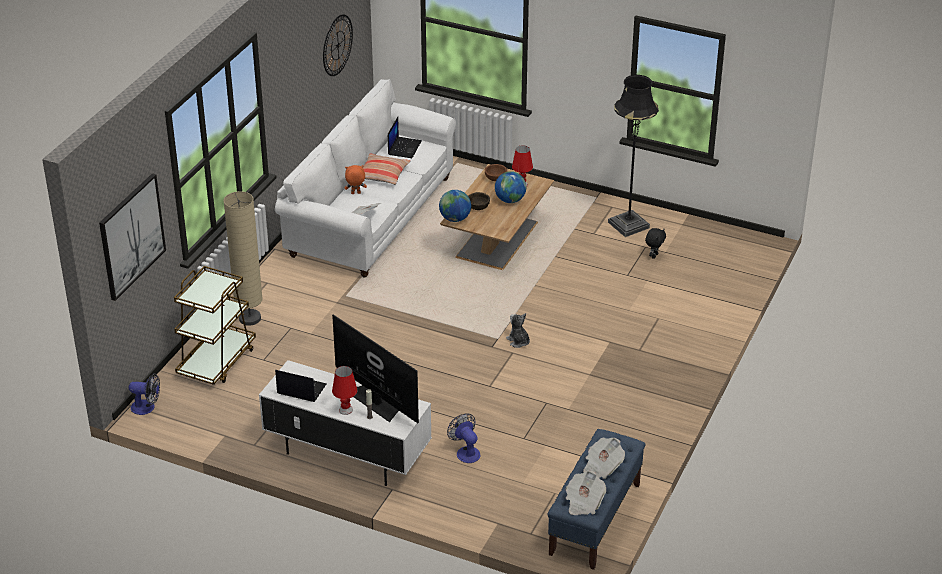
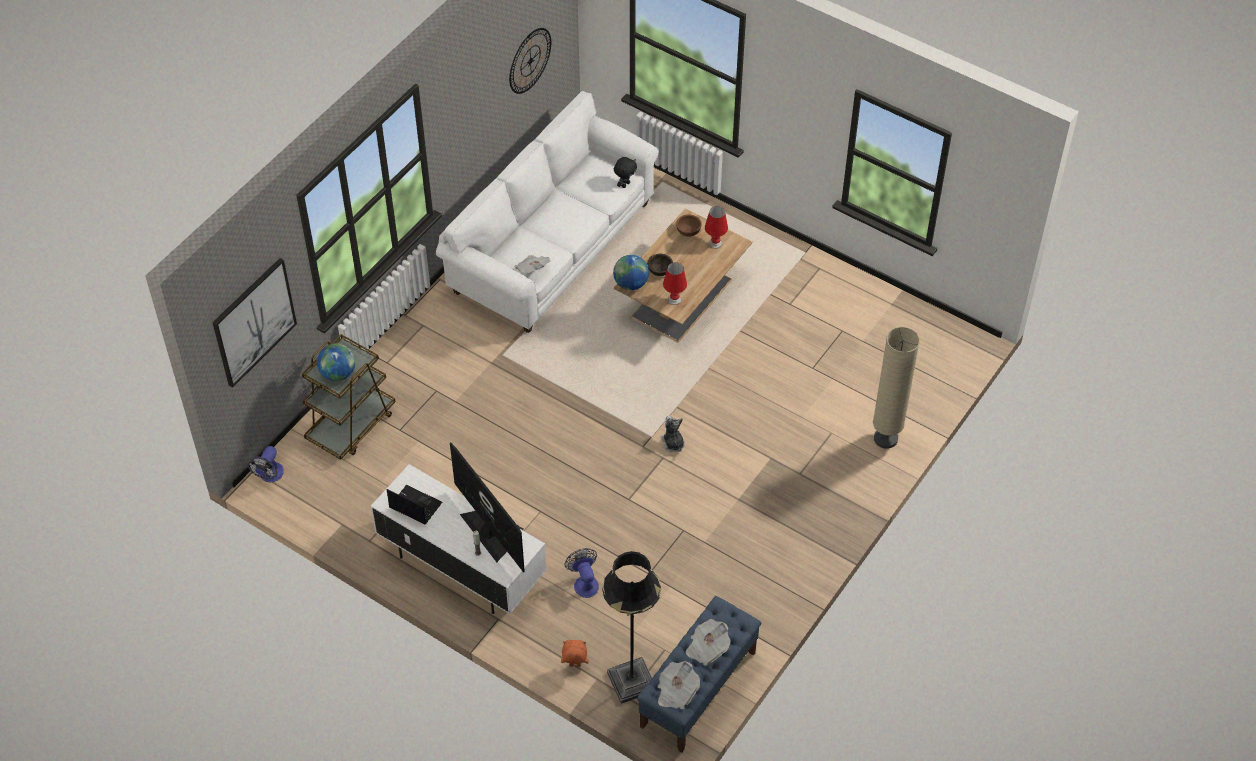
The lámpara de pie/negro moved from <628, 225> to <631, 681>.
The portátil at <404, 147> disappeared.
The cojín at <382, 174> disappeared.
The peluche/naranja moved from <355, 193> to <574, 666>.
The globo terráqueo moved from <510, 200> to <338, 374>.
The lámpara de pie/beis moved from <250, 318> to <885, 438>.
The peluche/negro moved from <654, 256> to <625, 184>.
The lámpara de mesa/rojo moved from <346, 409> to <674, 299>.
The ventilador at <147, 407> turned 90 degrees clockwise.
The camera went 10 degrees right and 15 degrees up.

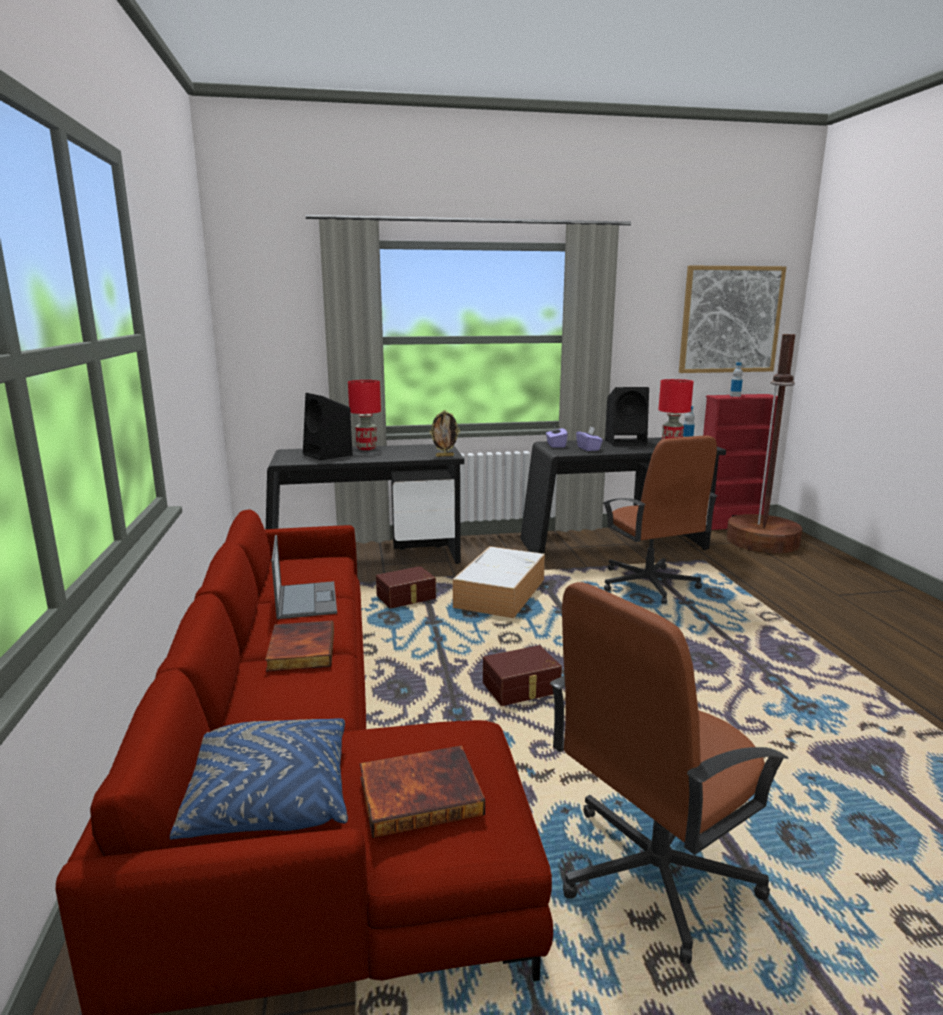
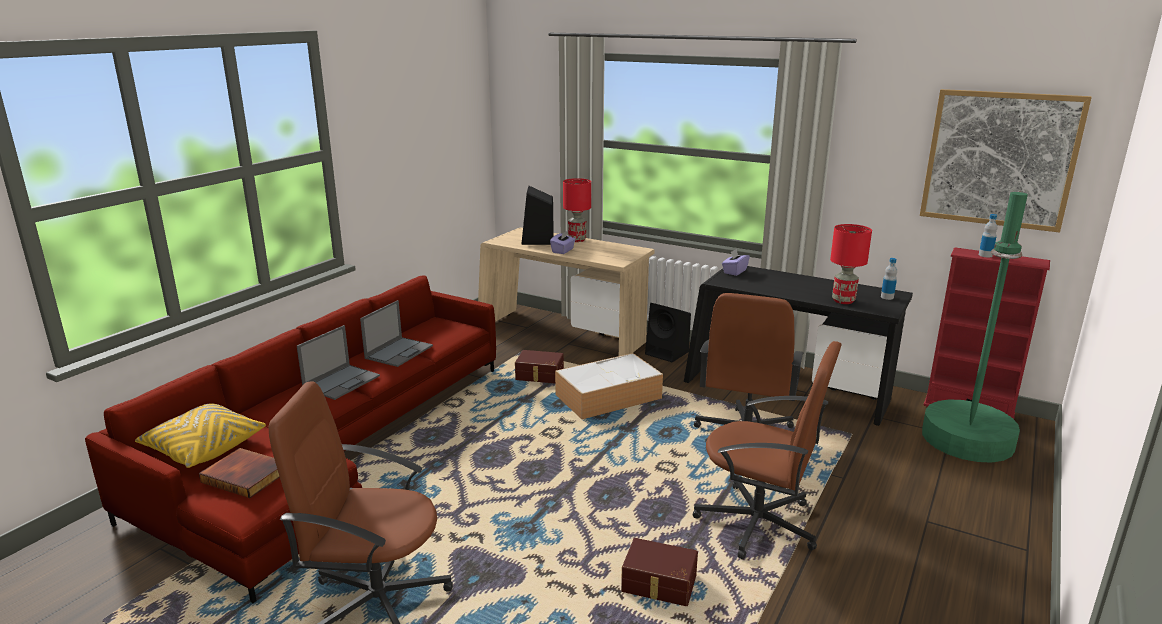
The lámpara de pie/marrón at <762, 542> became the lámpara de pie/verde at <967, 440>.
The altavoz/negro moved from <626, 442> to <668, 353>.
The portarretratos at <444, 456> disappeared.
The caja de pañuelos/morado moved from <588, 448> to <563, 251>.
The escritorio/negro at <365, 560> became the escritorio/beis at <562, 336>.
The libro at <300, 650> was replaced by the portátil at <342, 382>.
The caja de almacenaje/marrón moved from <522, 689> to <659, 585>.
The cojín/azul at <267, 800> became the cojín/amarillo at <202, 448>.
The silla de oficina/marrón at <759, 523> appeared.
The camera went 40 degrees right and 5 degrees up.

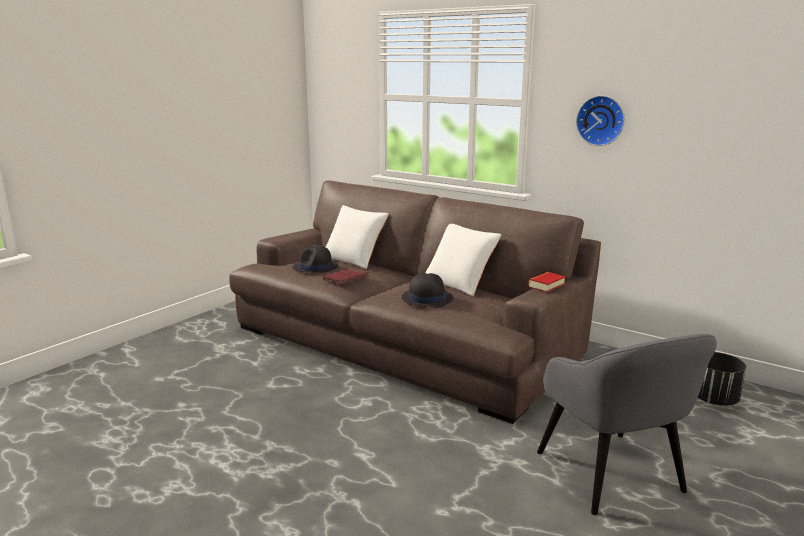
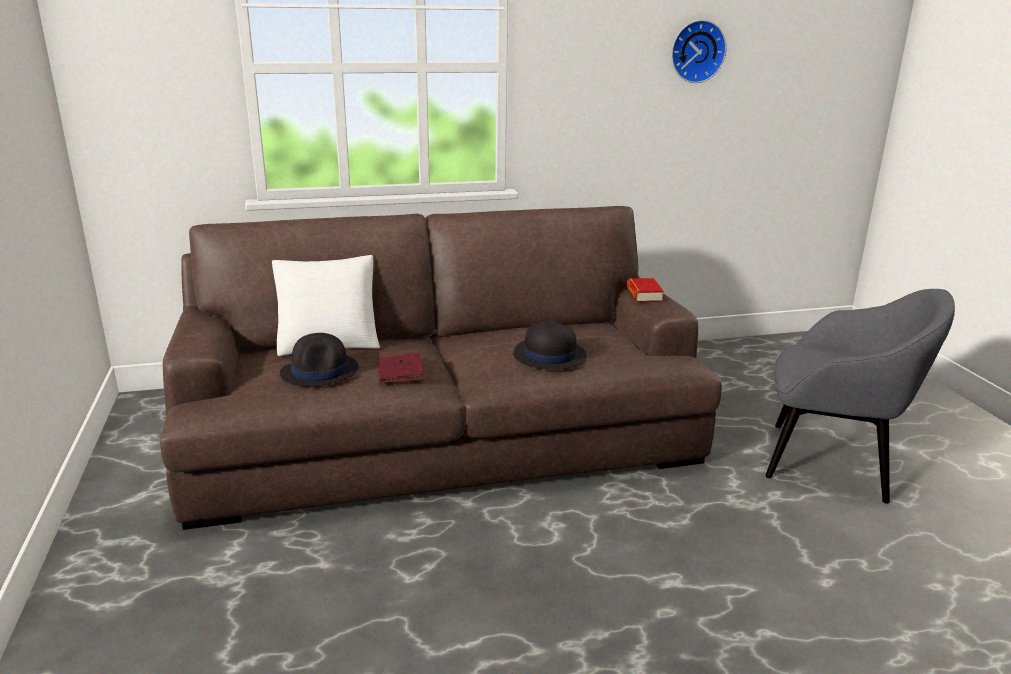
The reloj de pared moved from <601, 120> to <696, 51>.
The cojín/blanco at <460, 283> disappeared.
The maceta/negro at <714, 400> disappeared.
The camera went 50 degrees left and 5 degrees up.

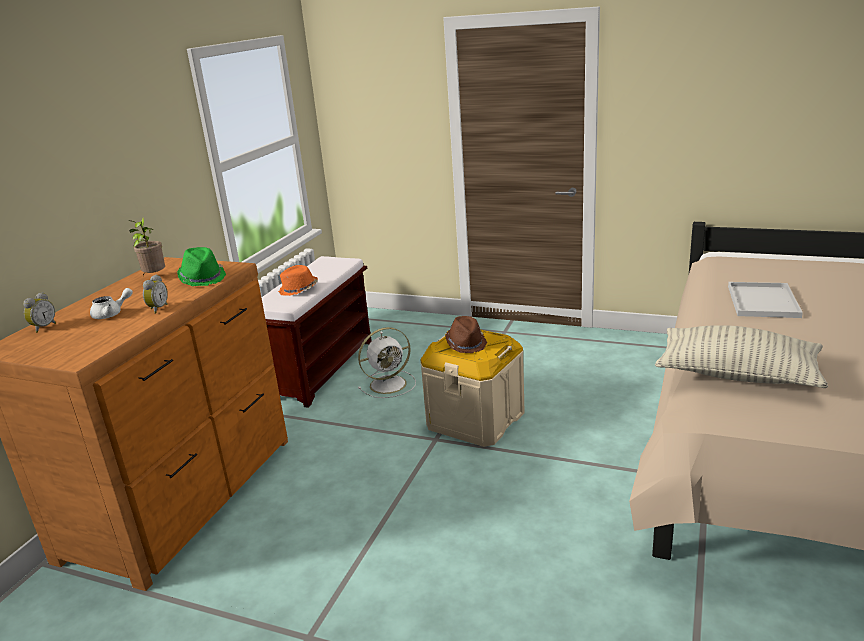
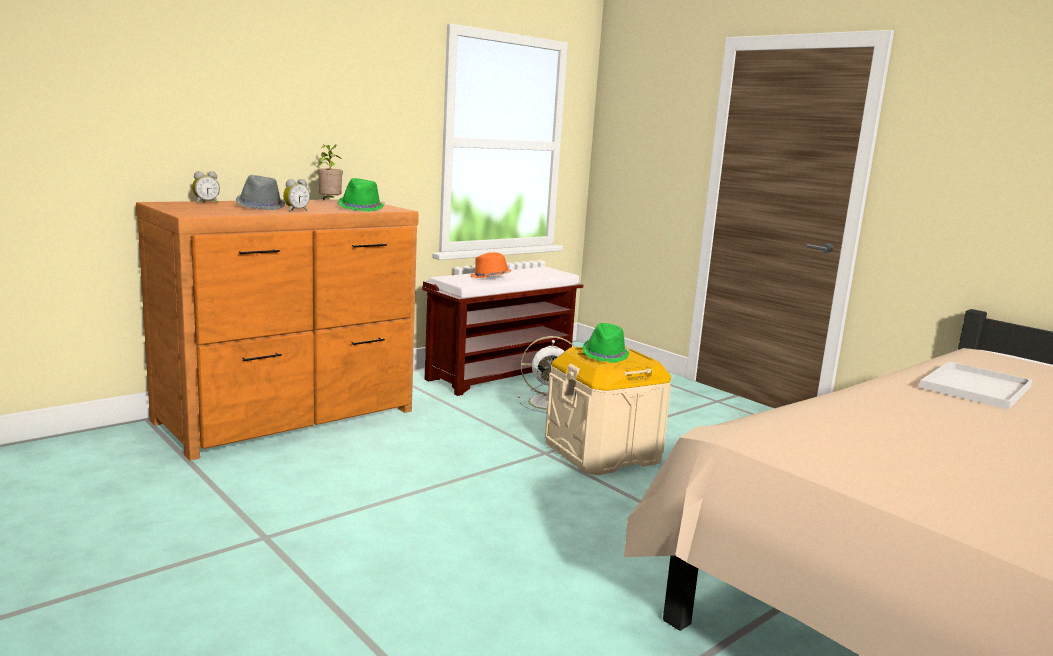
The tetera/blanco at <112, 314> was replaced by the sombrero/gris at <261, 207>.
The sombrero/marrón at <466, 344> became the sombrero/verde at <605, 355>.
The cojín at <737, 375> disappeared.
The camera went 25 degrees right and 10 degrees down.

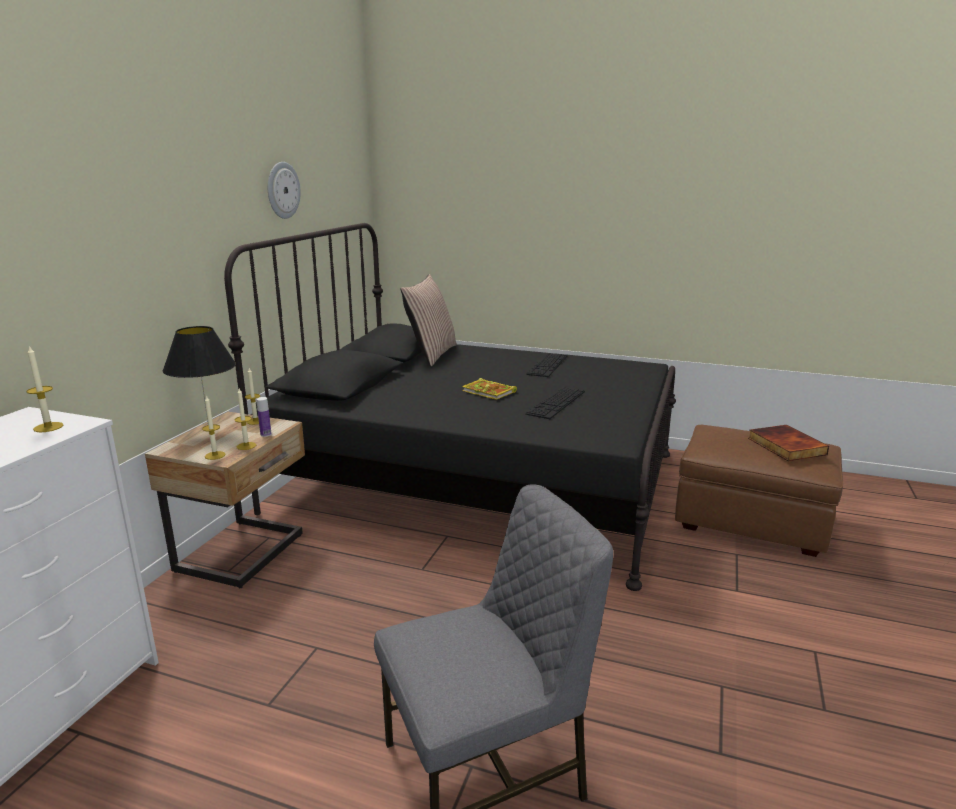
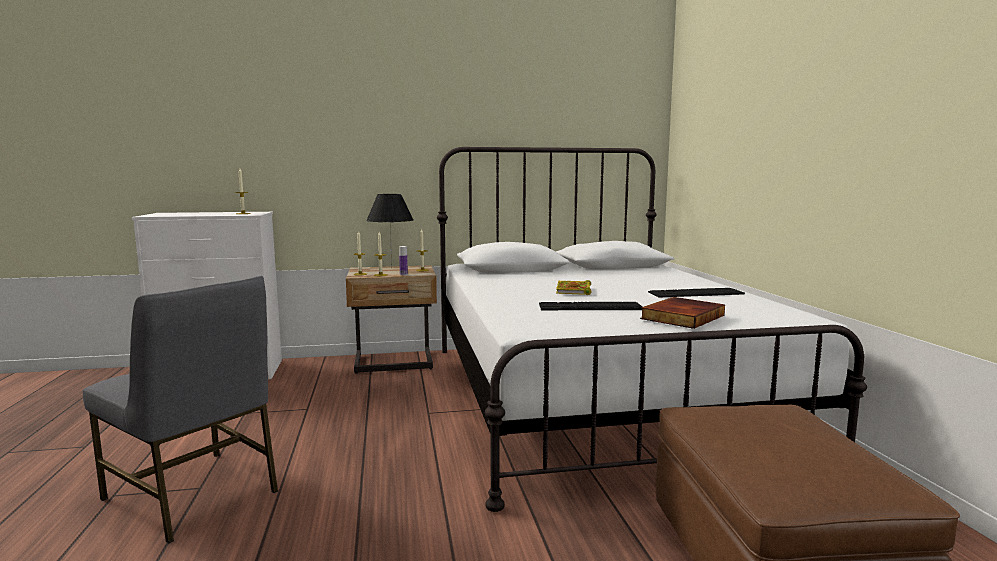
The reloj de pared at <282, 190> disappeared.
The cama/negro at <478, 482> became the cama/blanco at <595, 397>.
The cojín at <431, 354> disappeared.
The libro moved from <785, 446> to <681, 316>.
The camera went 60 degrees right and 10 degrees down.

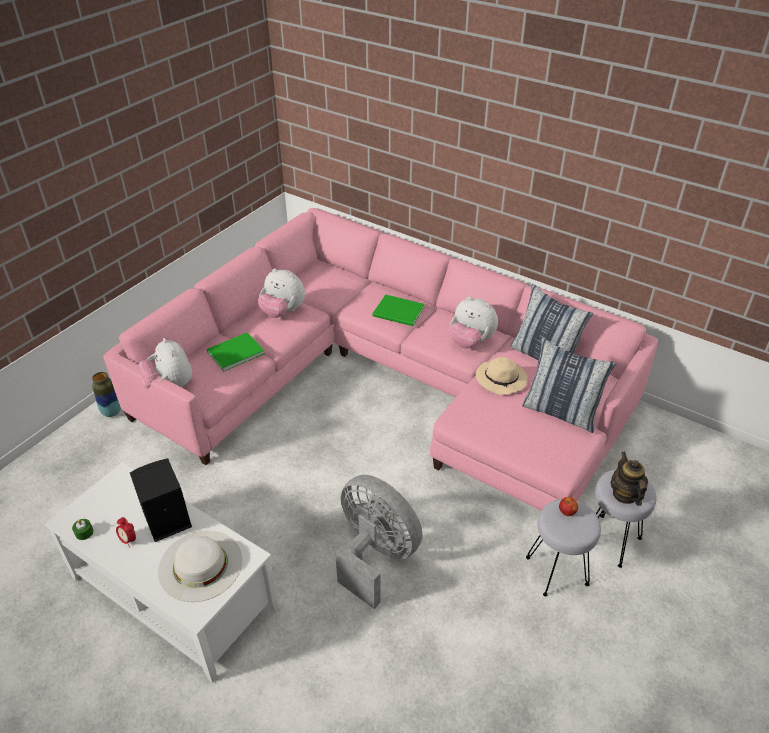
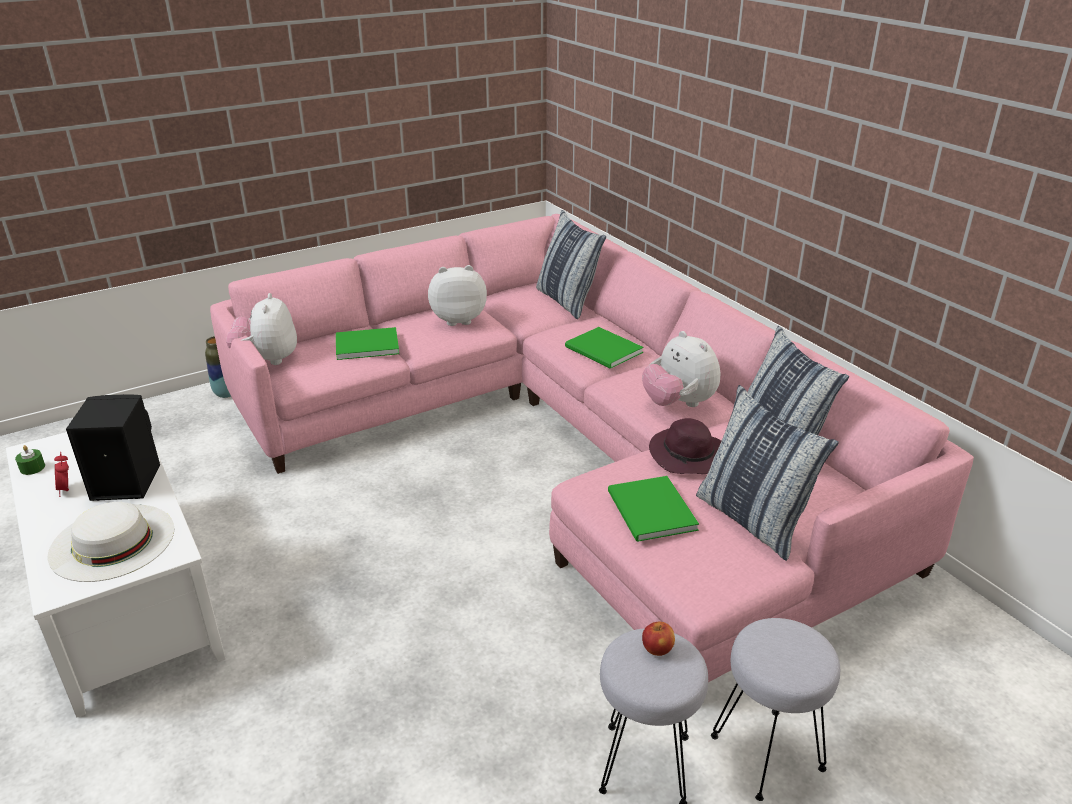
The peluche at <283, 312> turned 120 degrees clockwise.
The sombrero/beis at <502, 379> became the sombrero/morado at <689, 456>.
The tetera at <625, 494> disappeared.
The ventilador/gris at <375, 555> disappeared.
The cojín at <567, 301> appeared.
The libro/verde at <650, 512> appeared.
The camera went 25 degrees right and 10 degrees down.

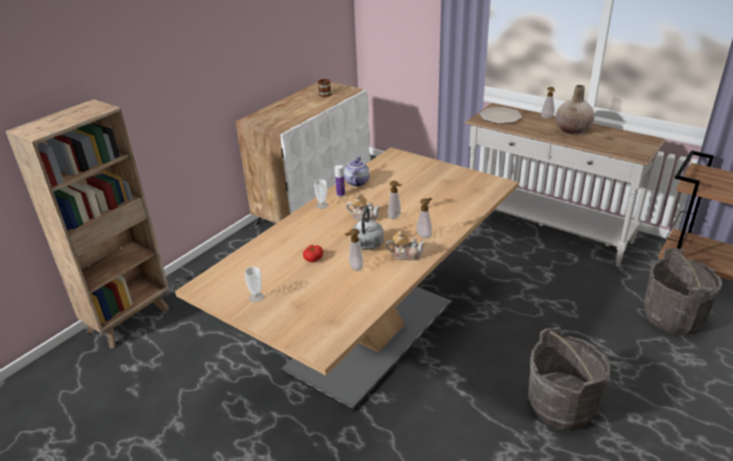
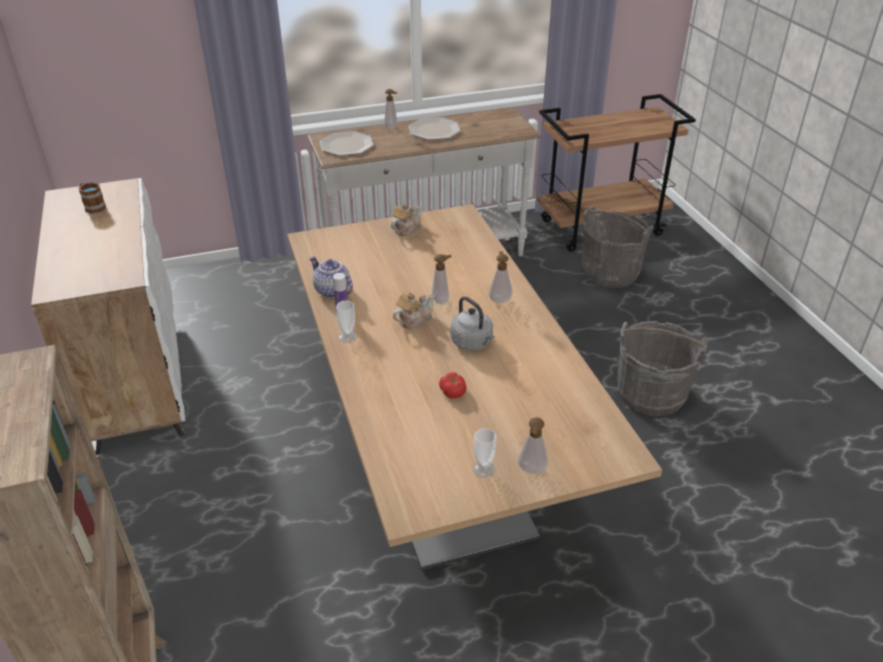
The florero/beis at <573, 130> was replaced by the plato at <434, 130>.
The dispensador de jabón moved from <354, 268> to <531, 471>.
The tetera moved from <405, 255> to <406, 229>.
The camera went 55 degrees left and 5 degrees up.

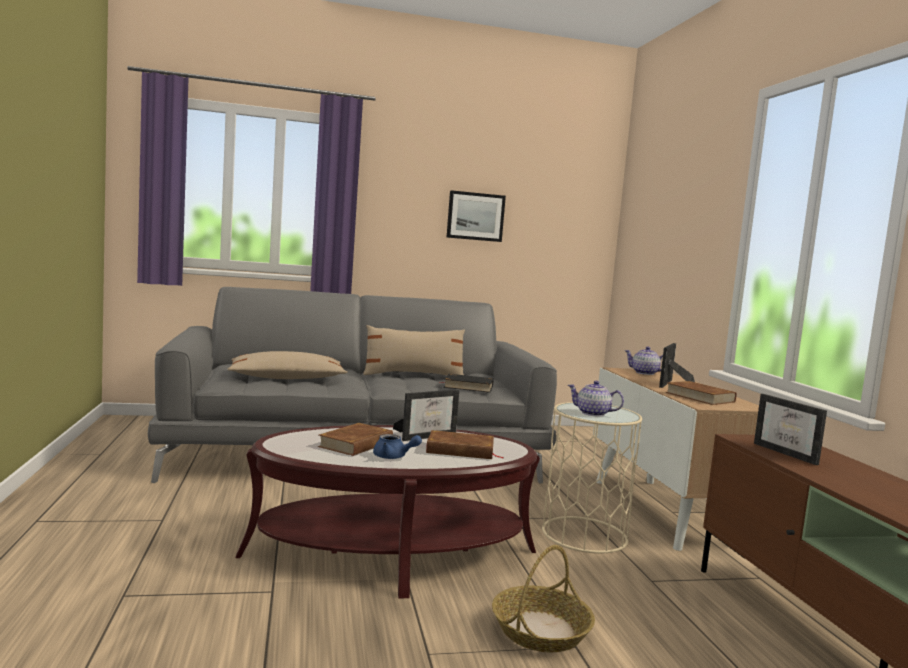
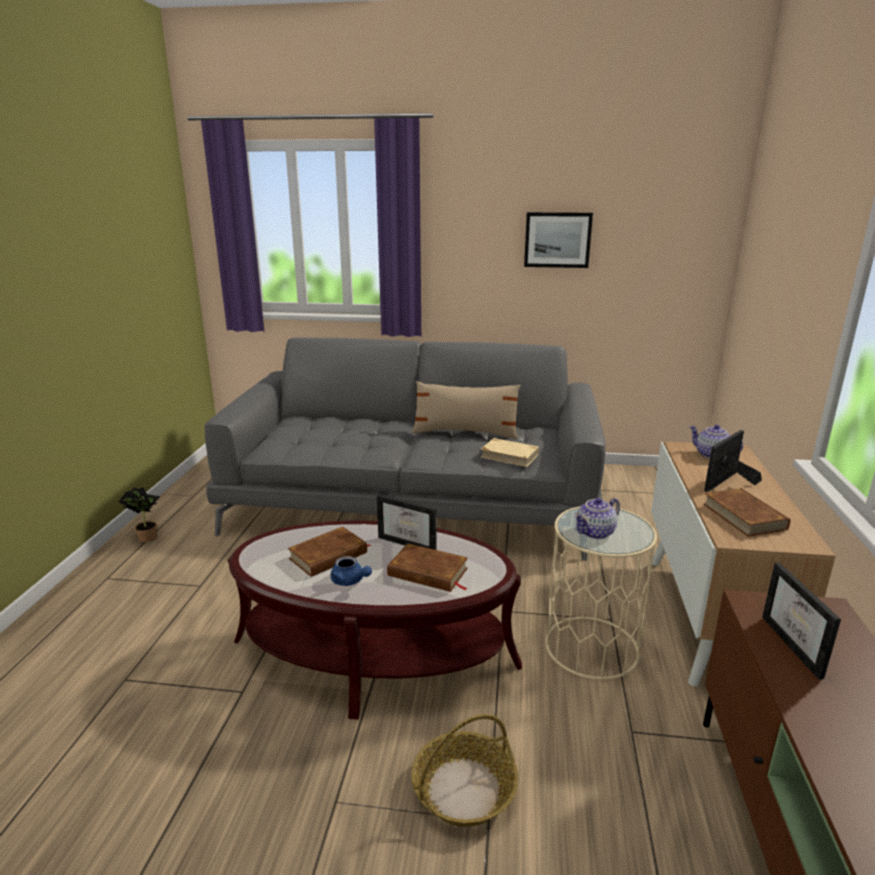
The cojín/beis at <287, 378> disappeared.
The libro/negro at <468, 387> became the libro/beis at <509, 455>.
The tetera at <593, 413> turned 75 degrees counterclockwise.
The portarretratos at <426, 435> turned 45 degrees clockwise.
The planta en maceta at <146, 536> appeared.
The camera went 20 degrees right and 15 degrees up.

